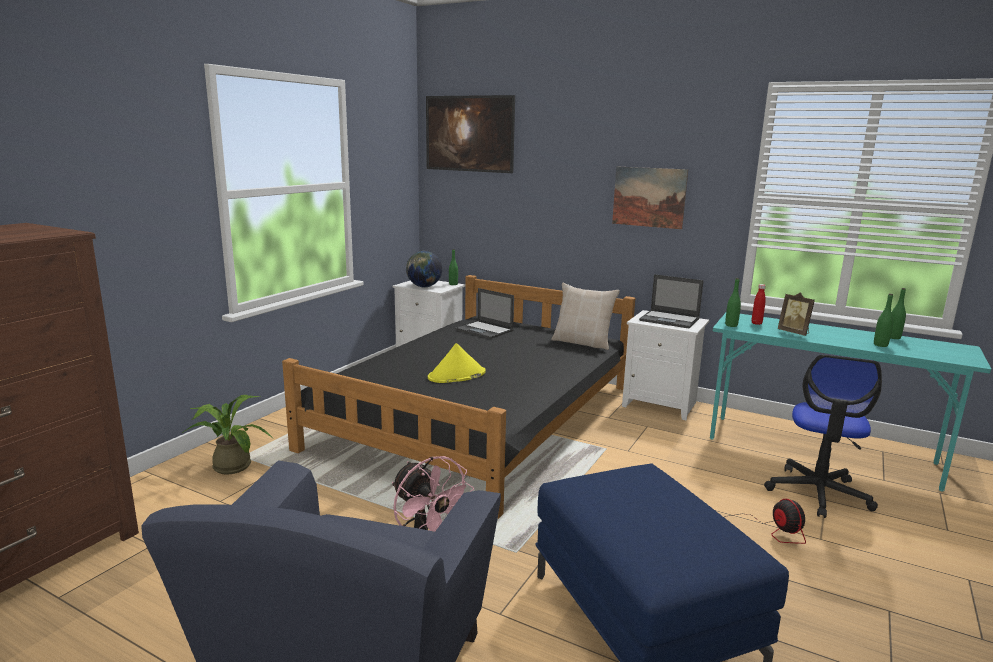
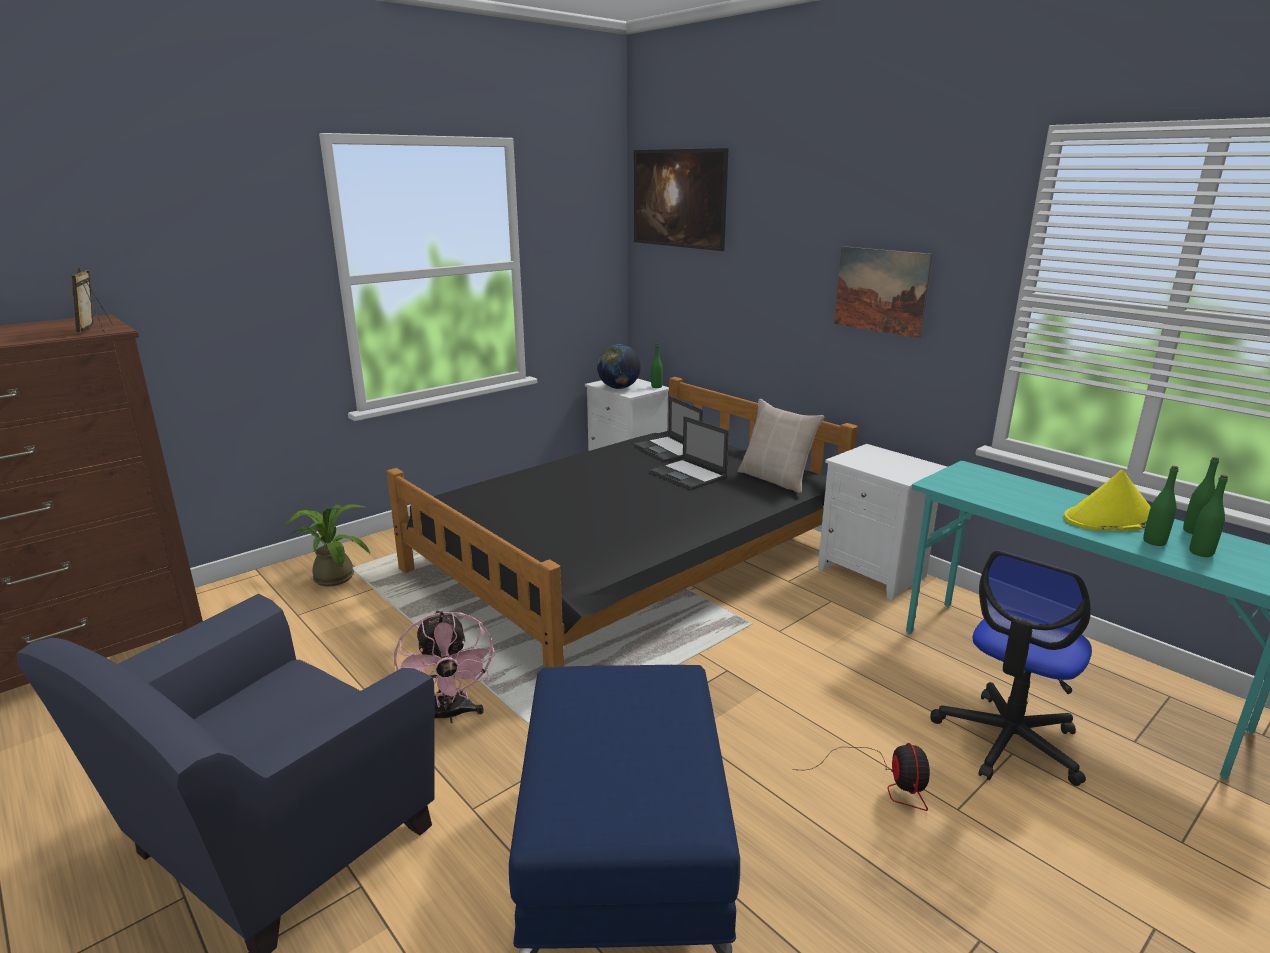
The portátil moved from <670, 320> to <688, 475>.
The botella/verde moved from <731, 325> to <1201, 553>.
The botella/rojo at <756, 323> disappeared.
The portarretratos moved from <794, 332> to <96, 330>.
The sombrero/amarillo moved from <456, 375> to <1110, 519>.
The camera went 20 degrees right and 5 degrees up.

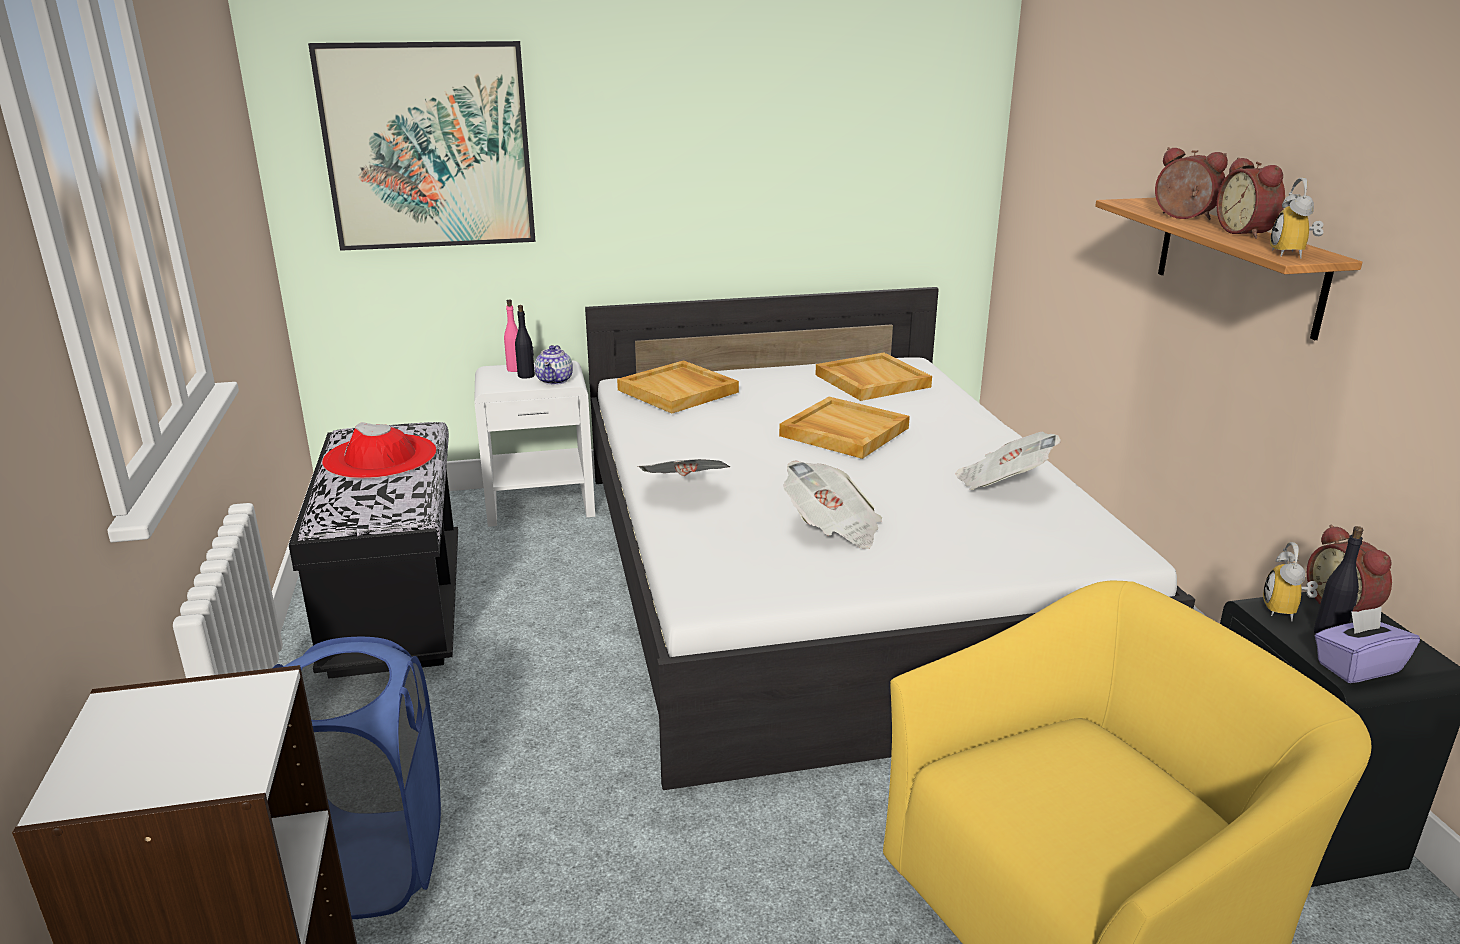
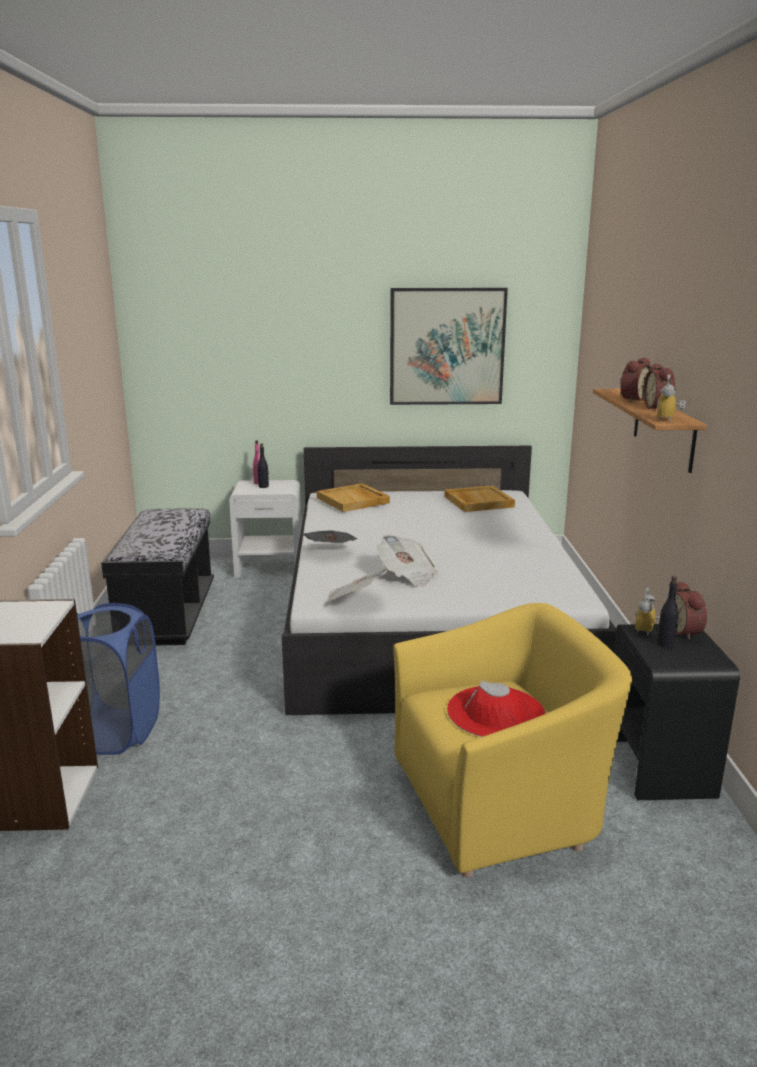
The cuadro moved from <428, 146> to <447, 346>.
The despertador at <1183, 217> turned 75 degrees clockwise.
The tetera at <555, 380> disappeared.
The bandeja/beis at <843, 432> disappeared.
The sombrero/rojo moved from <380, 457> to <496, 712>.
The periódico moved from <1002, 483> to <355, 600>.
The caja de pañuelos/morado at <1357, 667> disappeared.
The camera went 10 degrees right and 5 degrees down.

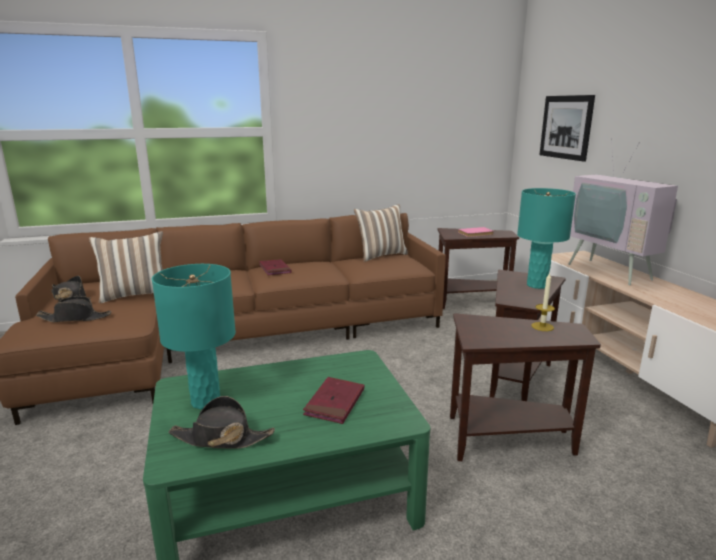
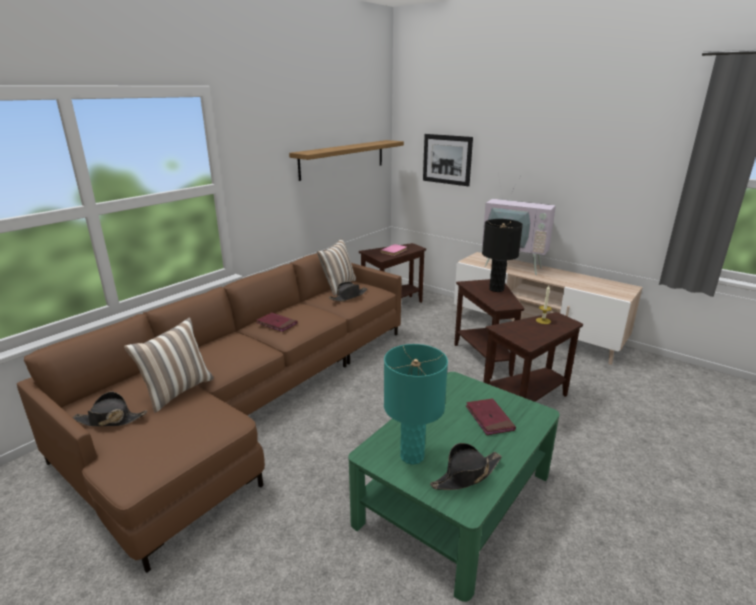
The lámpara de mesa/turquesa at <537, 285> became the lámpara de mesa/negro at <496, 289>.
The sombrero/negro moved from <75, 318> to <348, 296>.
The estante at <343, 159> appeared.
The camera went 35 degrees left and 5 degrees up.

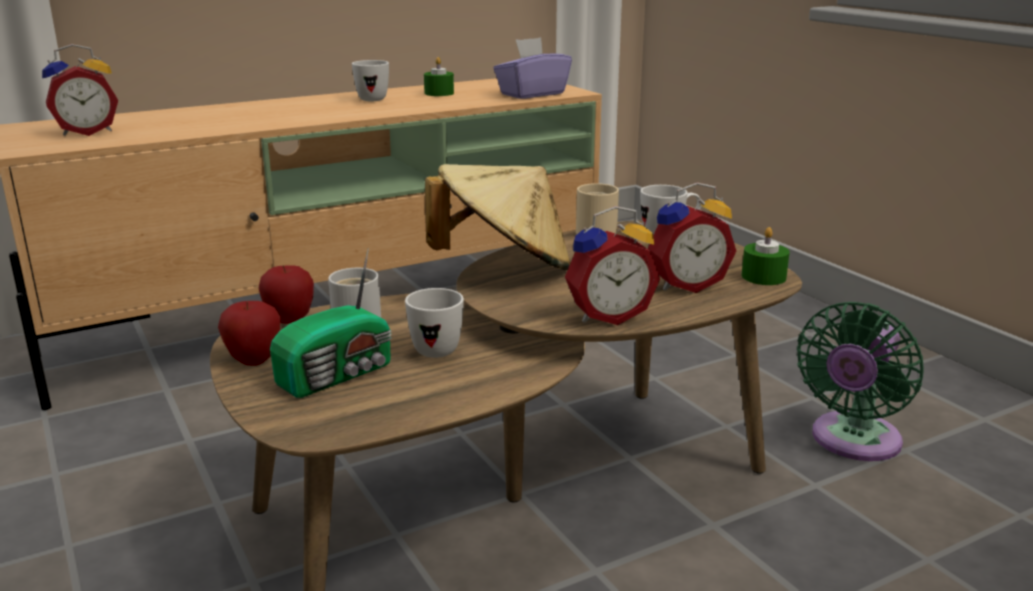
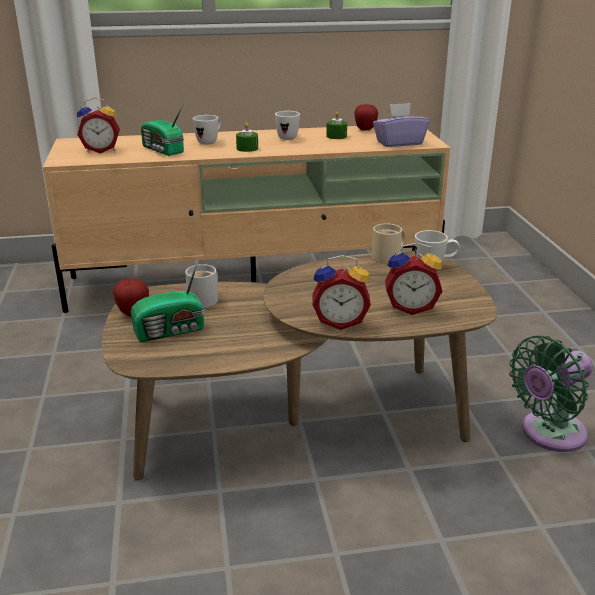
The sombrero/beis at <504, 266> disappeared.
The vela/verde moved from <763, 277> to <247, 148>.
The manzana moved from <289, 320> to <365, 130>.
The taza grande/blanco moved from <438, 347> to <210, 142>.
The radio at <162, 150> appeared.
The camera went 20 degrees right and 5 degrees up.

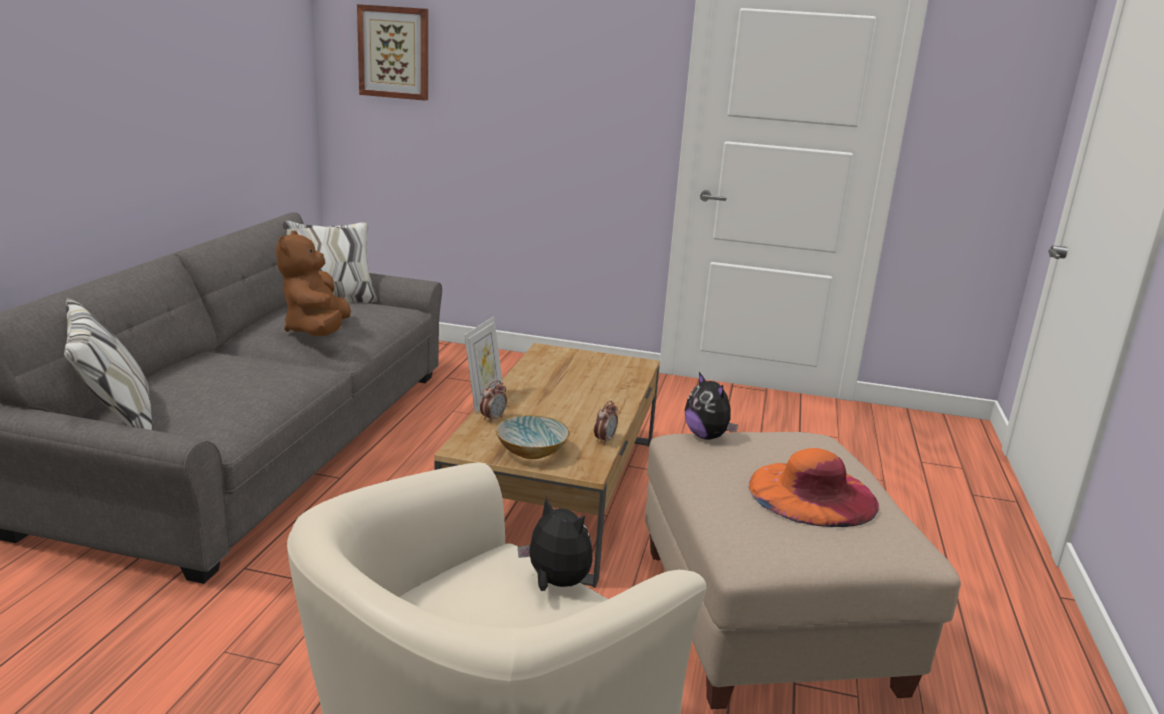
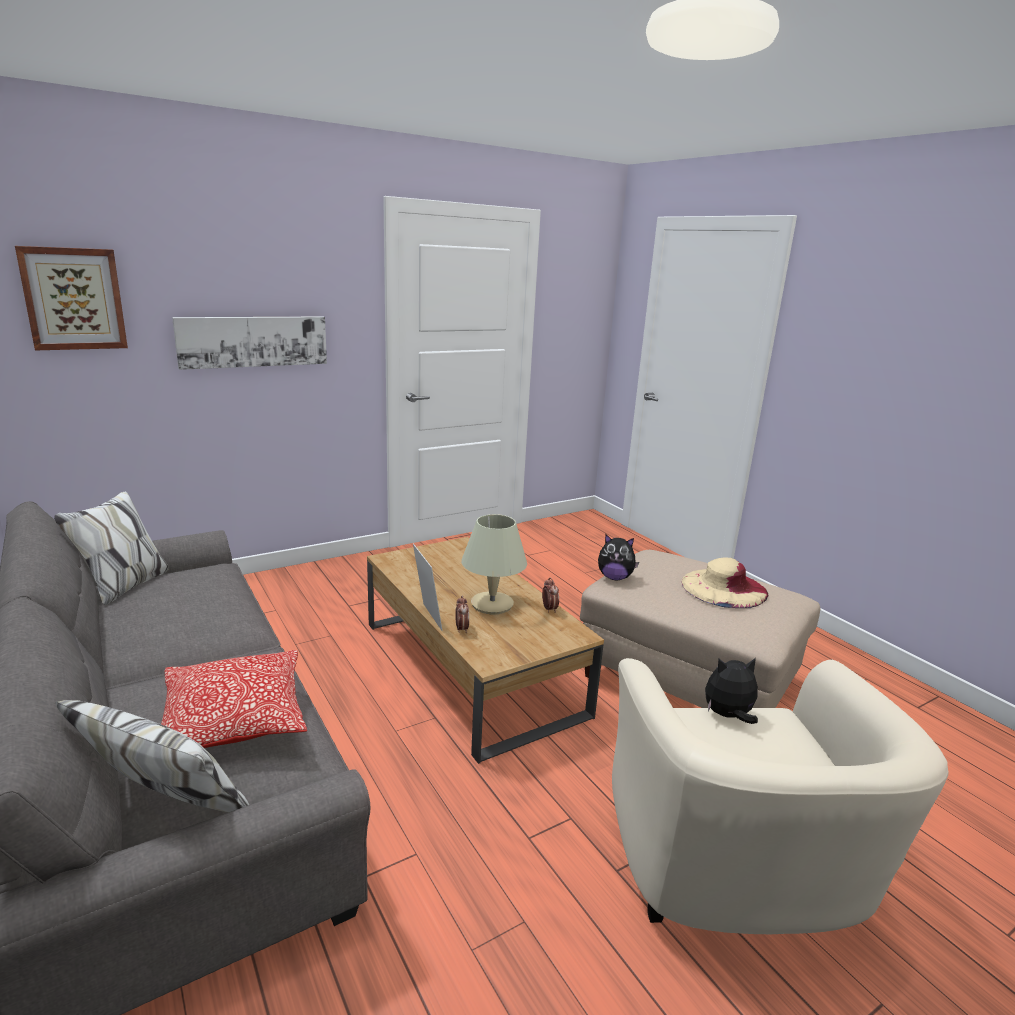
The peluche/marrón at <317, 331> disappeared.
The cuenco at <532, 451> disappeared.
The sombrero/naranja at <812, 493> became the sombrero/beis at <724, 587>.
The cuadro at <253, 341> appeared.
The lámpara de mesa/beis at <492, 604> appeared.
The cojín at <234, 718> appeared.
The camera went 45 degrees left and 0 degrees up.

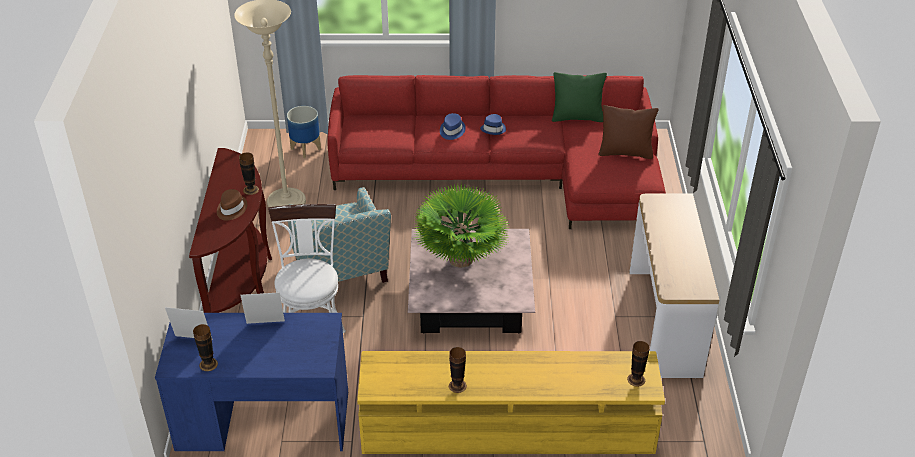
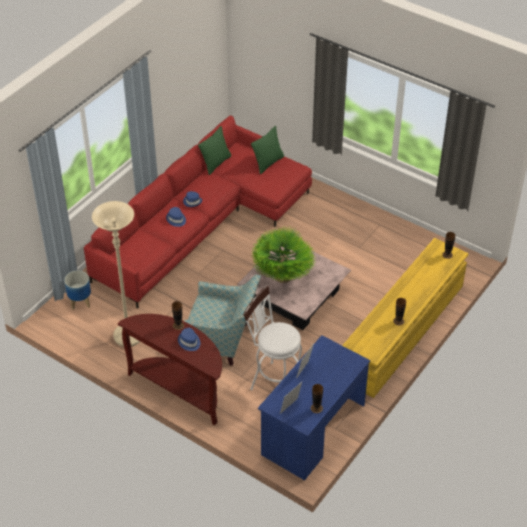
The cojín/marrón at <625, 152> became the cojín/verde at <268, 163>.
The sombrero/marrón at <231, 209> became the sombrero/azul at <189, 342>.
The mesa consola at <664, 322> disappeared.
The camera went 55 degrees left and 5 degrees up.

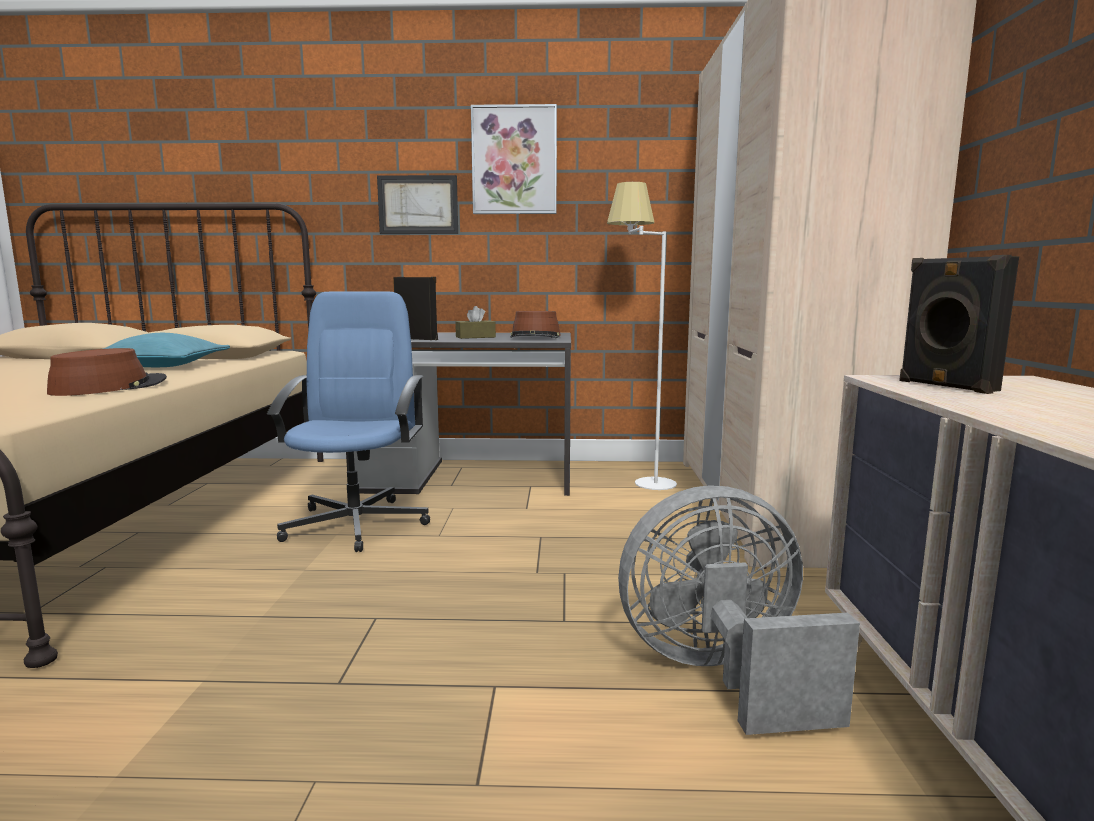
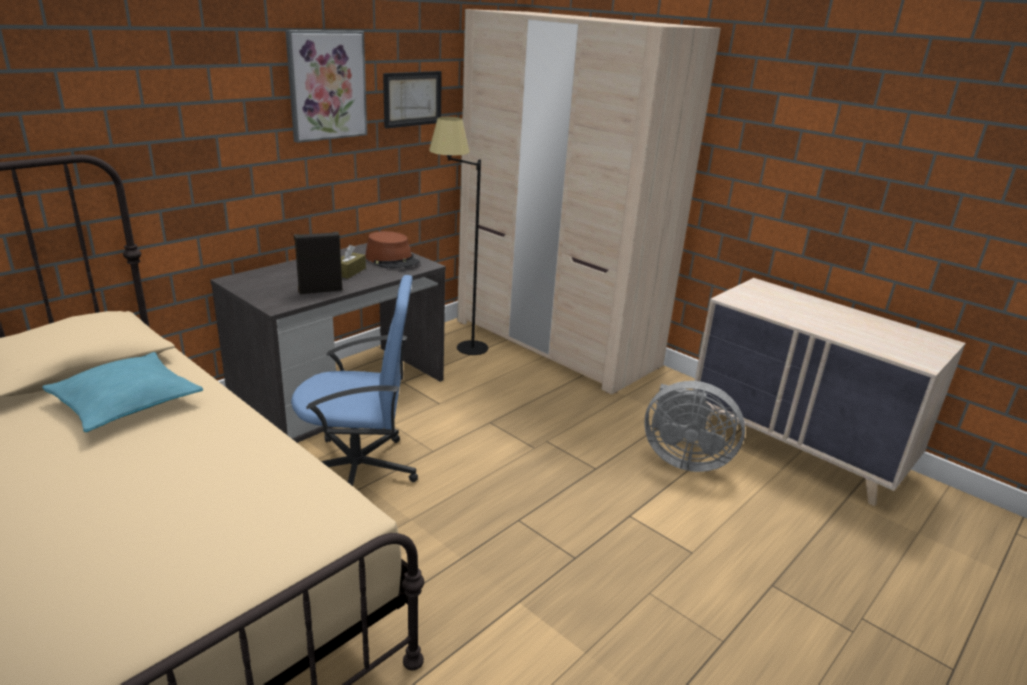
The cuadro moved from <418, 205> to <412, 99>.
The lámpara de pie/blanco at <637, 480> became the lámpara de pie/negro at <458, 349>.
The altavoz/negro at <945, 386> disappeared.
The silla de oficina/azul at <357, 523> turned 135 degrees clockwise.
The sombrero/marrón at <109, 387> disappeared.
The ventilador/gris at <721, 674> turned 105 degrees counterclockwise.
The camera went 50 degrees left and 15 degrees up.

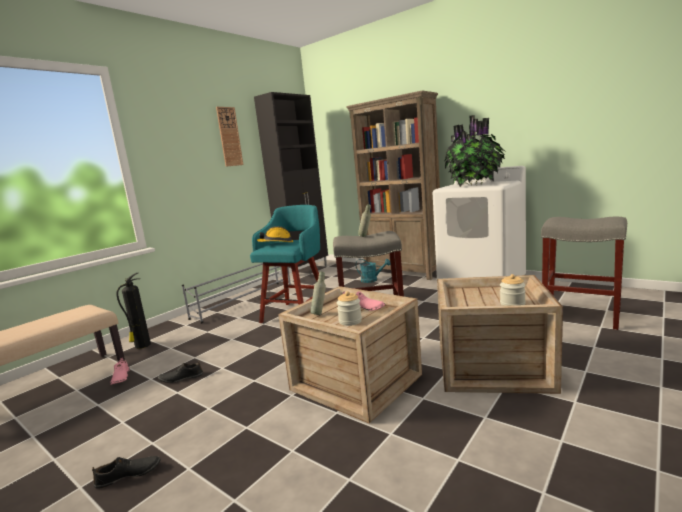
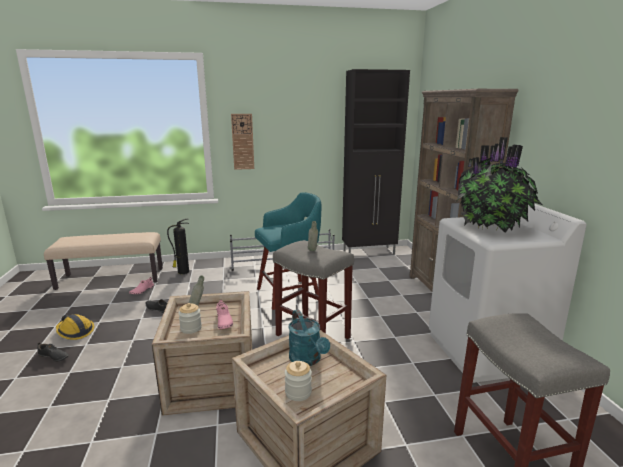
The reloj de pared moved from <229, 136> to <242, 141>.
The casco moved from <276, 243> to <75, 331>.
The regadera/turquesa moved from <372, 280> to <307, 360>.
The camera went 40 degrees right and 5 degrees up.

